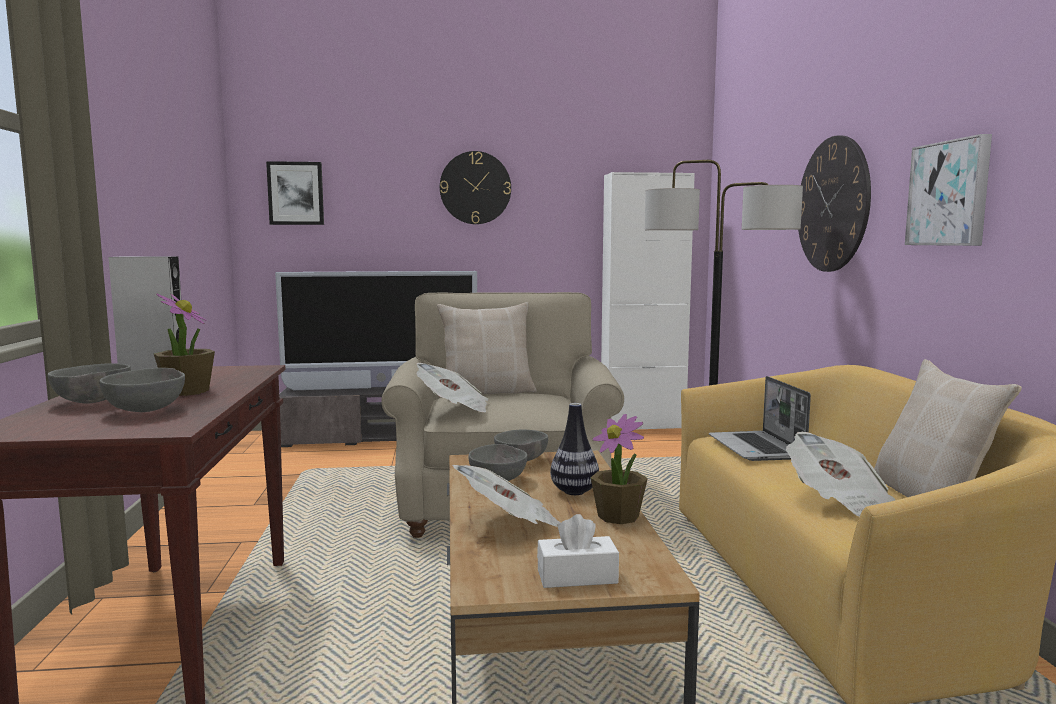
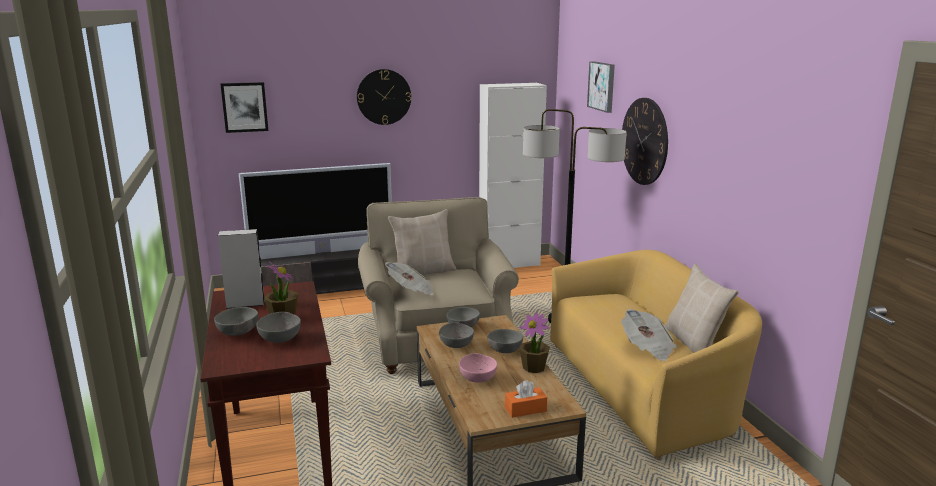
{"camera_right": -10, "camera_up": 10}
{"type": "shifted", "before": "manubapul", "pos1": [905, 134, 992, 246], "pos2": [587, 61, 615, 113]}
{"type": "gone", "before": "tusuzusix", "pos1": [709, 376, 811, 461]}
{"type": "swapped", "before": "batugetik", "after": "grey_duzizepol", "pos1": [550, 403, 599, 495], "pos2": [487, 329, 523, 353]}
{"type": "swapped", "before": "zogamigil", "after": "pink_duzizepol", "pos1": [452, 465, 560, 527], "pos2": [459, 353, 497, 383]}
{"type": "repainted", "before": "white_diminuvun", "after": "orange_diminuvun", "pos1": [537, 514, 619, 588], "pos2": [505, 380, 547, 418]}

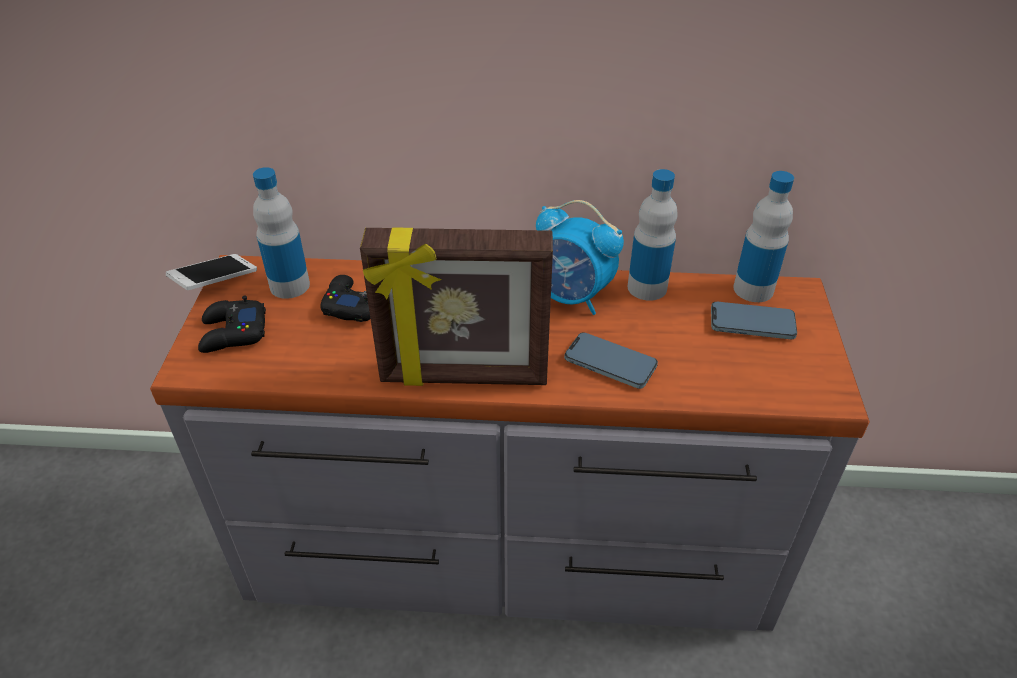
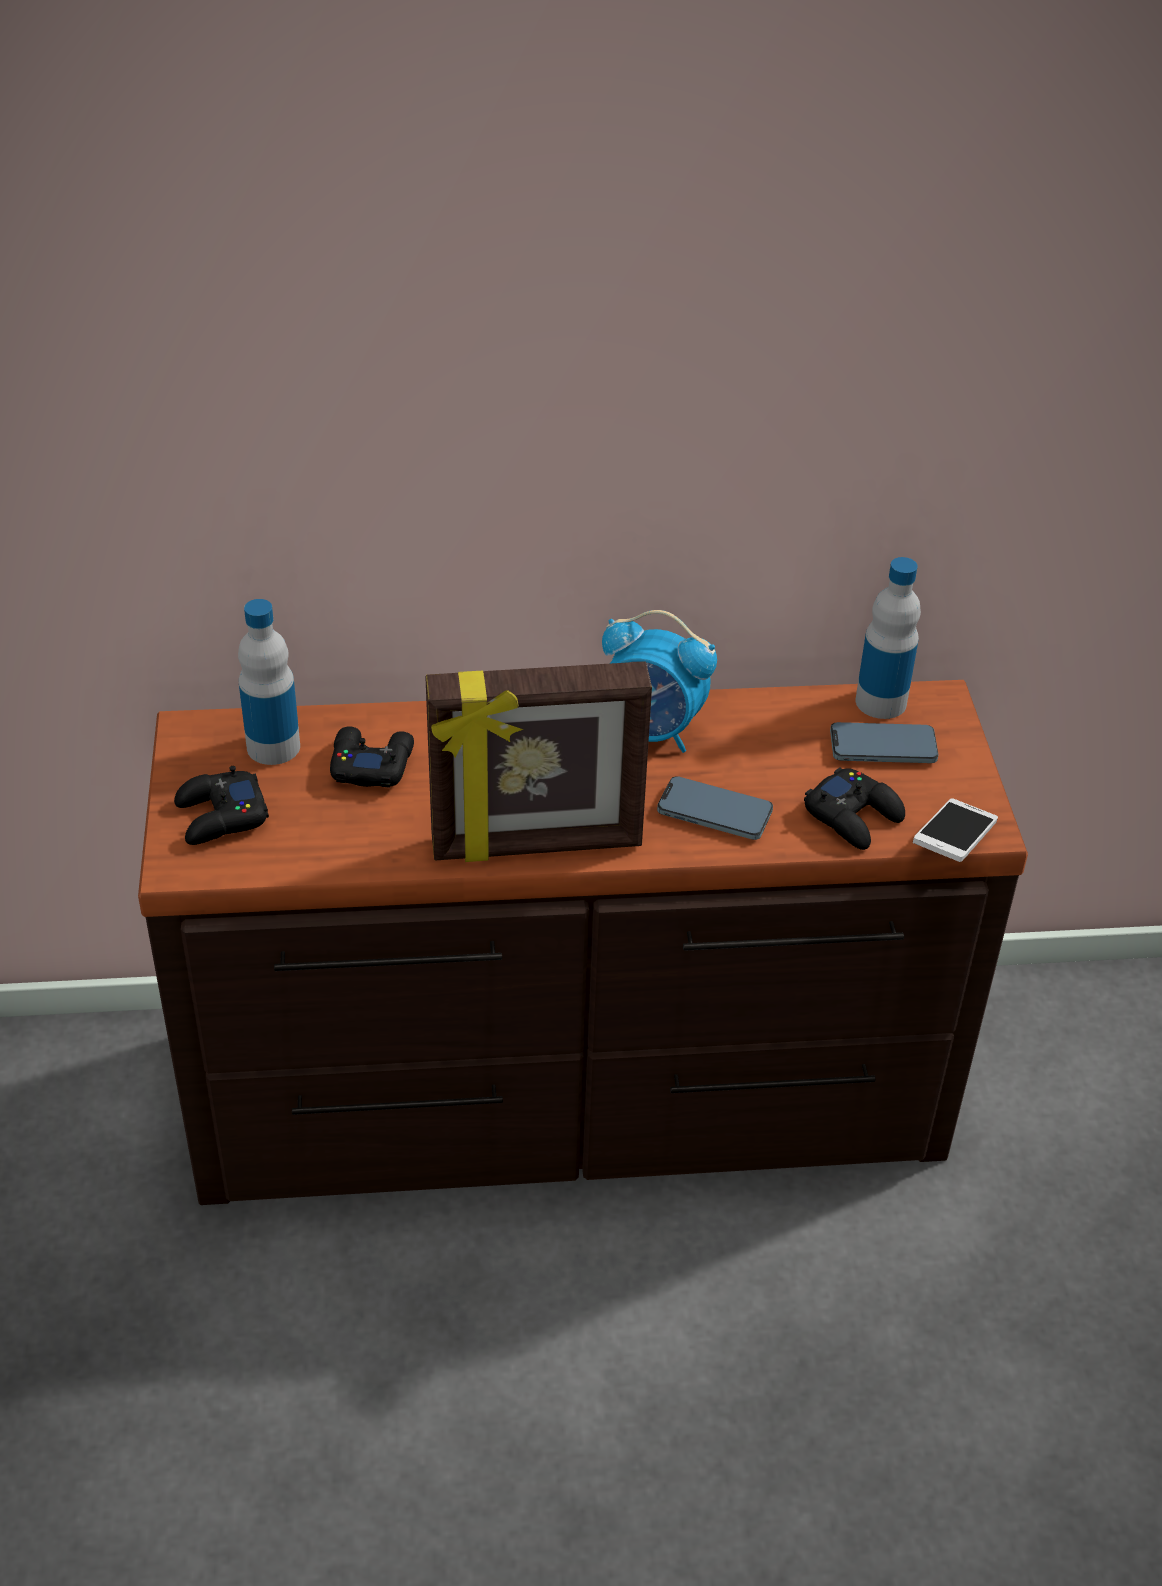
{"camera_right": -10, "camera_up": 0}
{"type": "gone", "before": "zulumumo", "pos1": [628, 169, 677, 301]}
{"type": "shifted", "before": "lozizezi", "pos1": [166, 254, 257, 290], "pos2": [913, 798, 998, 862]}
{"type": "repainted", "before": "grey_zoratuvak", "after": "brown_zoratuvak", "pos1": [150, 255, 870, 631], "pos2": [138, 680, 1028, 1205]}
{"type": "new", "after": "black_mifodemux", "pos2": [804, 767, 905, 850]}

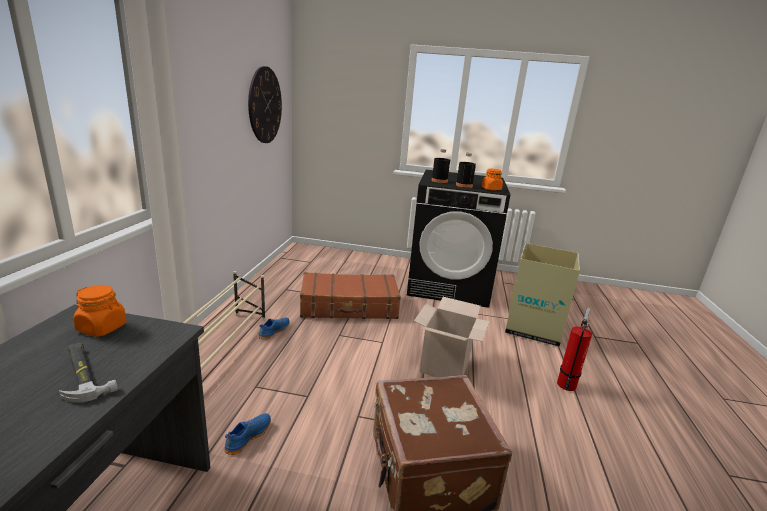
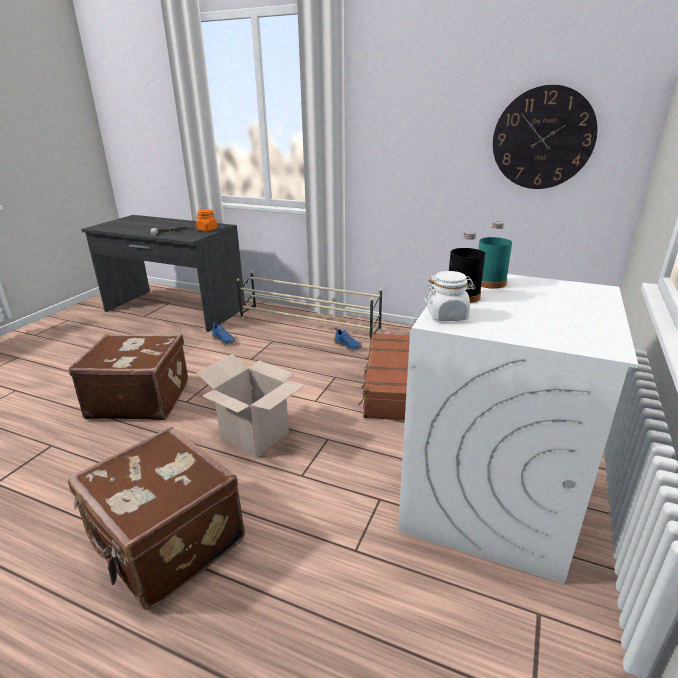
{"camera_right": 105, "camera_up": 5}
{"type": "repainted", "before": "black_zulumumo", "after": "turquoise_zulumumo", "pos1": [432, 149, 450, 183], "pos2": [478, 221, 512, 289]}
{"type": "repainted", "before": "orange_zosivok", "after": "white_zosivok", "pos1": [481, 169, 503, 191], "pos2": [425, 271, 475, 321]}
{"type": "repainted", "before": "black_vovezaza", "after": "white_vovezaza", "pos1": [407, 170, 511, 308], "pos2": [398, 274, 638, 584]}
{"type": "gone", "before": "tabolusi", "pos1": [505, 243, 580, 347]}
{"type": "swapped", "before": "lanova", "after": "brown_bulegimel", "pos1": [557, 308, 592, 391], "pos2": [68, 426, 245, 610]}

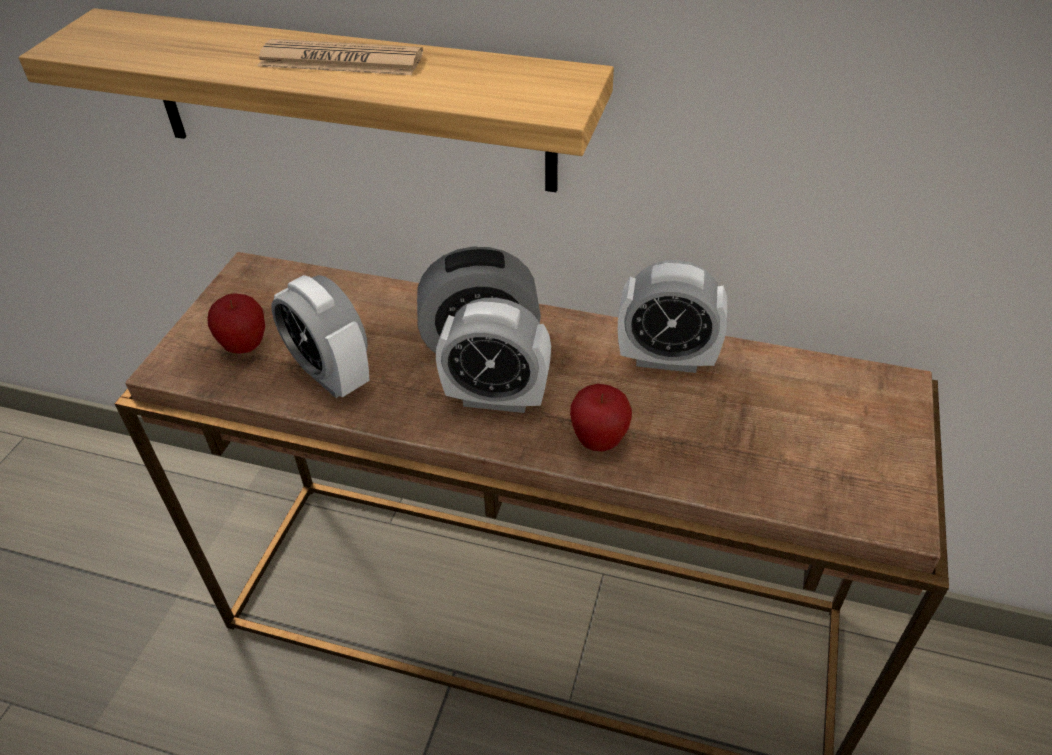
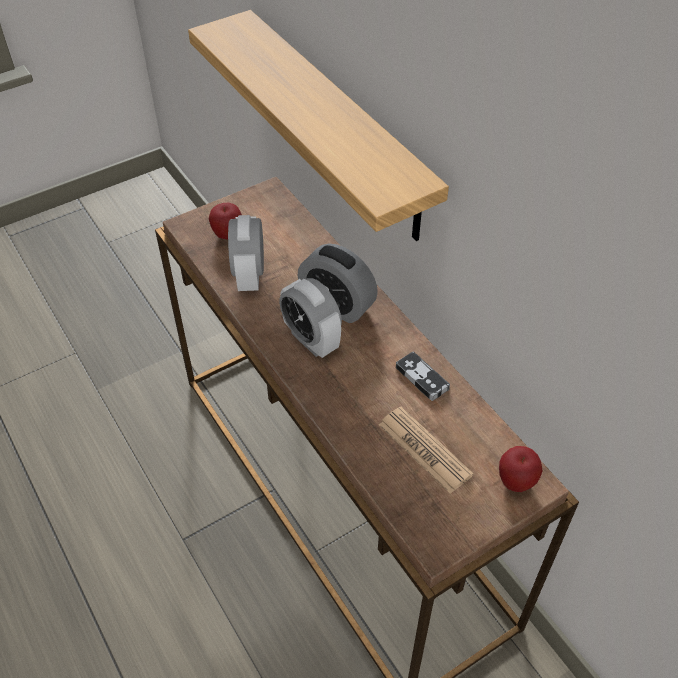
{"camera_right": 40, "camera_up": 5}
{"type": "shifted", "before": "zogamigil", "pos1": [258, 39, 423, 75], "pos2": [379, 407, 474, 494]}
{"type": "swapped", "before": "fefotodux", "after": "mifodemux", "pos1": [618, 260, 727, 373], "pos2": [396, 351, 450, 401]}
{"type": "shifted", "before": "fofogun", "pos1": [570, 384, 632, 452], "pos2": [499, 446, 543, 492]}

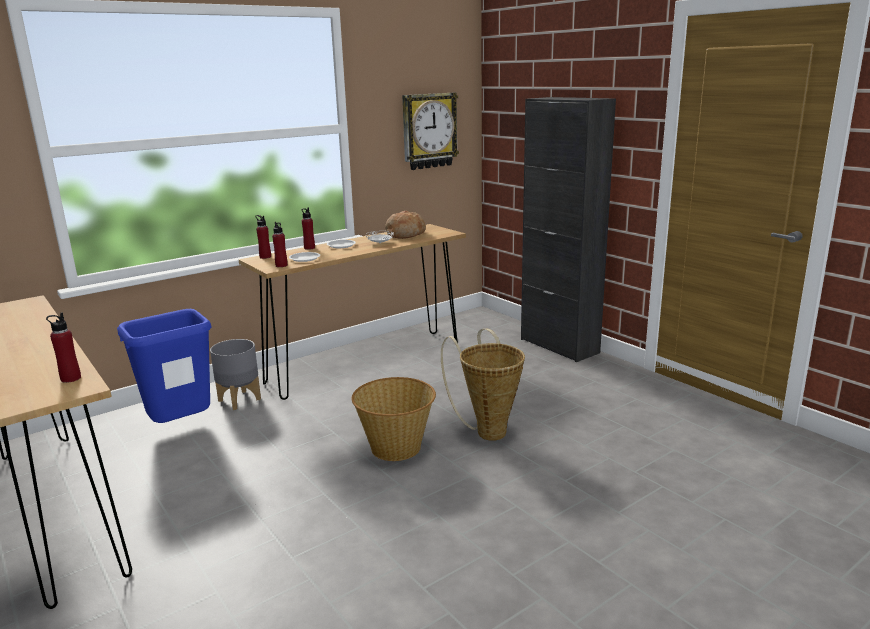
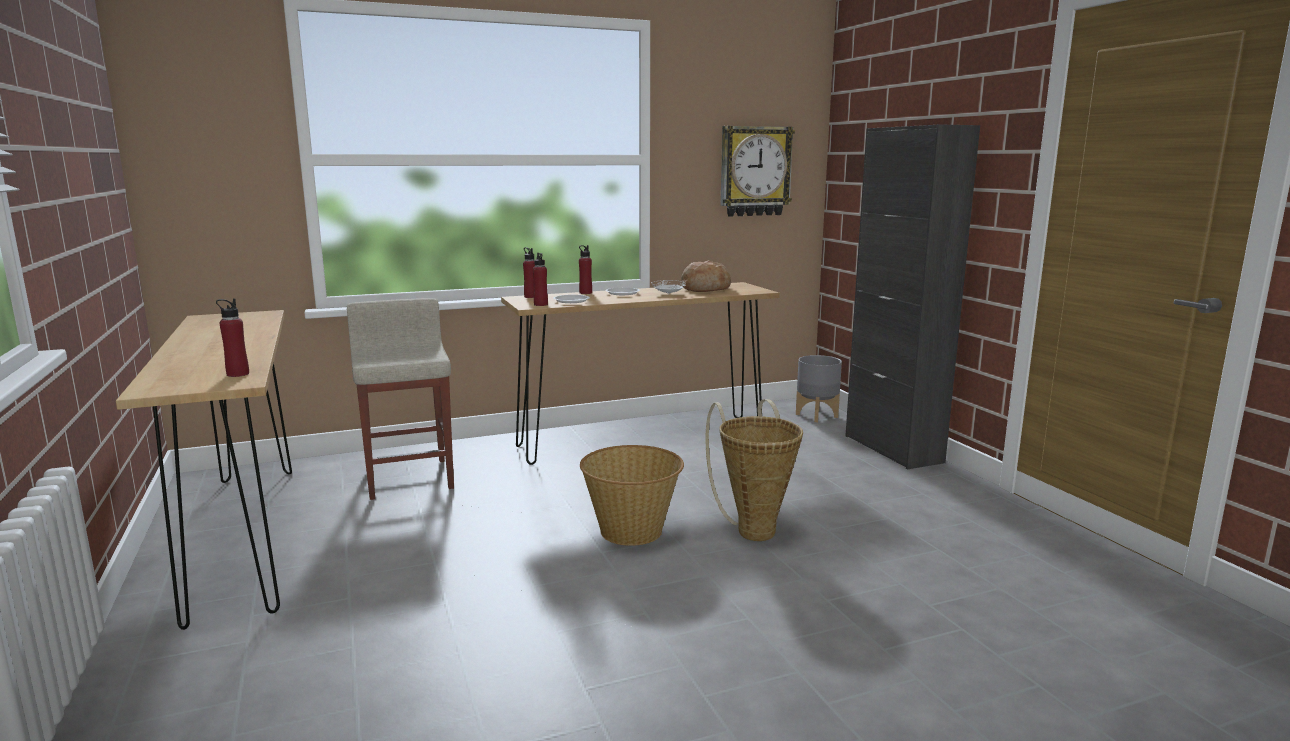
{"camera_right": 15, "camera_up": -5}
{"type": "swapped", "before": "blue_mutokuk", "after": "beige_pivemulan", "pos1": [117, 309, 212, 423], "pos2": [347, 298, 454, 500]}
{"type": "shifted", "before": "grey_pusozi", "pos1": [210, 339, 261, 410], "pos2": [796, 355, 842, 422]}

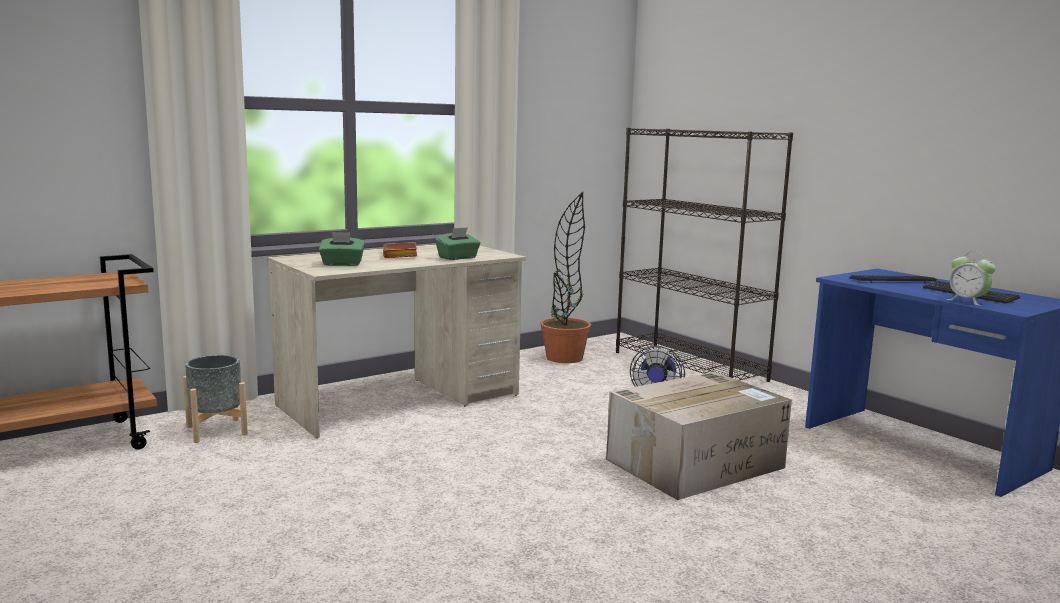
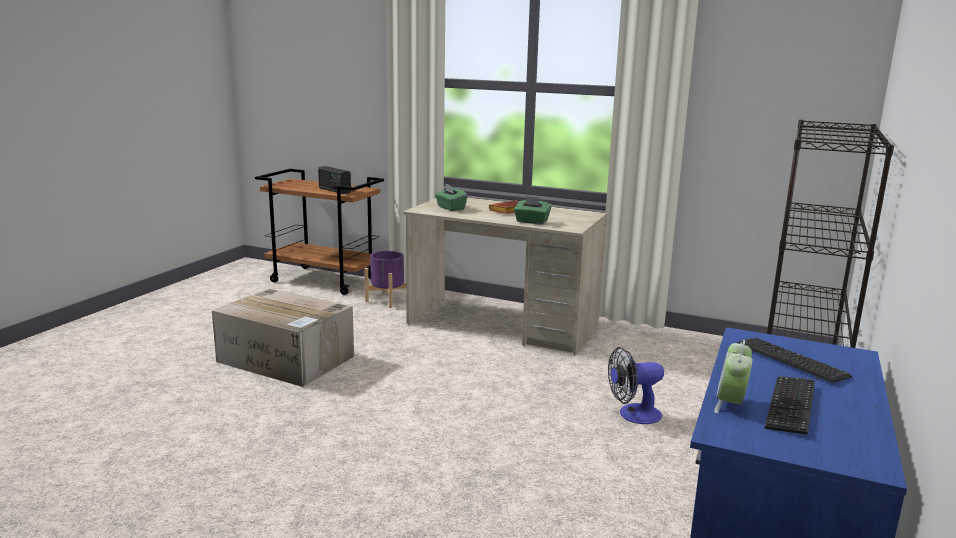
{"camera_right": 60, "camera_up": 5}
{"type": "gone", "before": "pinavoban", "pos1": [541, 192, 591, 363]}
{"type": "repainted", "before": "grey_pusozi", "after": "purple_pusozi", "pos1": [183, 355, 248, 443], "pos2": [364, 251, 406, 308]}
{"type": "shifted", "before": "tabolusi", "pos1": [606, 372, 792, 500], "pos2": [212, 288, 354, 387]}
{"type": "new", "after": "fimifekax", "pos2": [318, 166, 351, 194]}

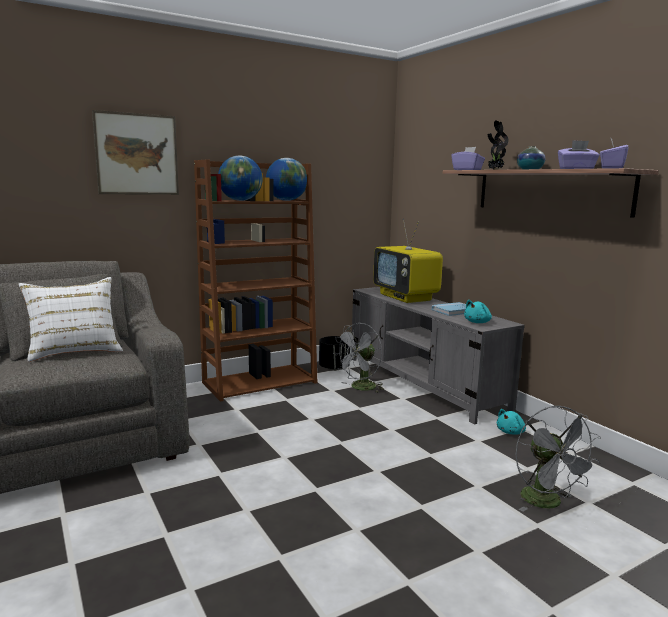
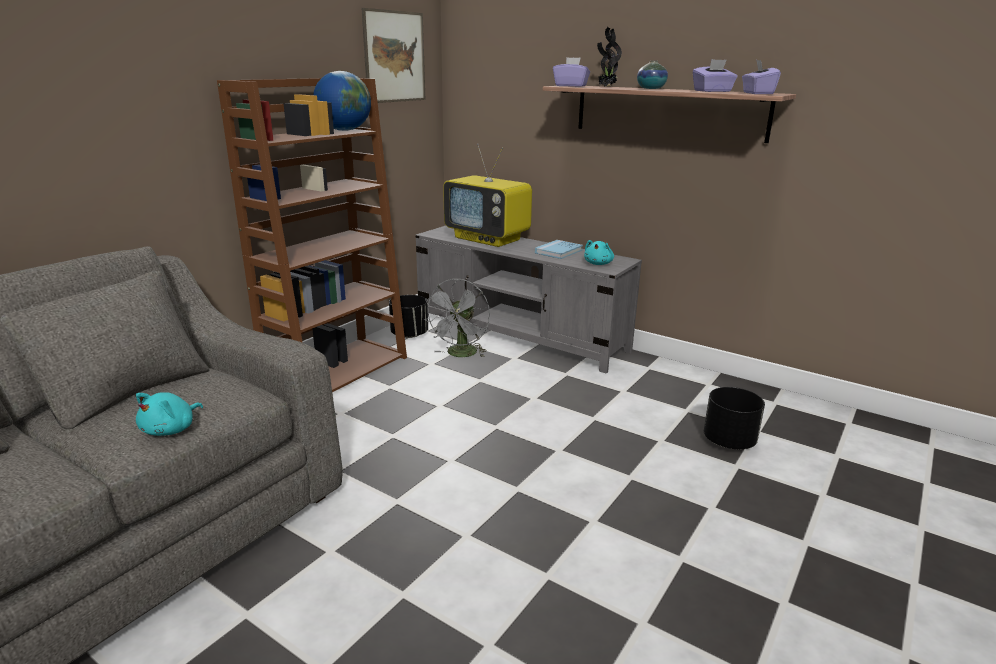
{"camera_right": -25, "camera_up": 10}
{"type": "shifted", "before": "manubapul", "pos1": [92, 110, 179, 195], "pos2": [362, 8, 425, 103]}
{"type": "gone", "before": "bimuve", "pos1": [218, 156, 263, 201]}
{"type": "gone", "before": "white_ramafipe", "pos1": [19, 277, 123, 362]}
{"type": "swapped", "before": "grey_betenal", "after": "black_pusozi", "pos1": [516, 405, 601, 511], "pos2": [704, 387, 765, 449]}
{"type": "shifted", "before": "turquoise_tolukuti", "pos1": [497, 409, 526, 435], "pos2": [136, 392, 203, 436]}

